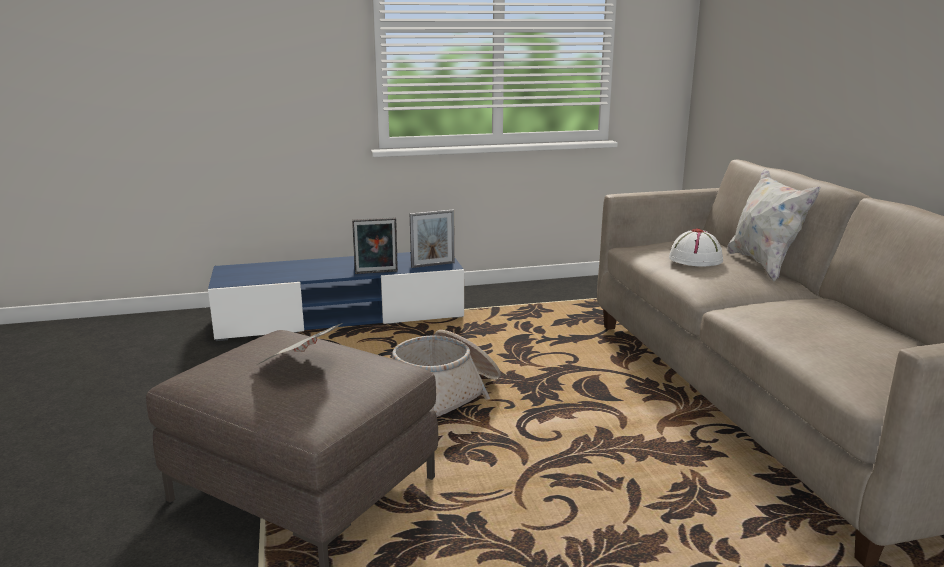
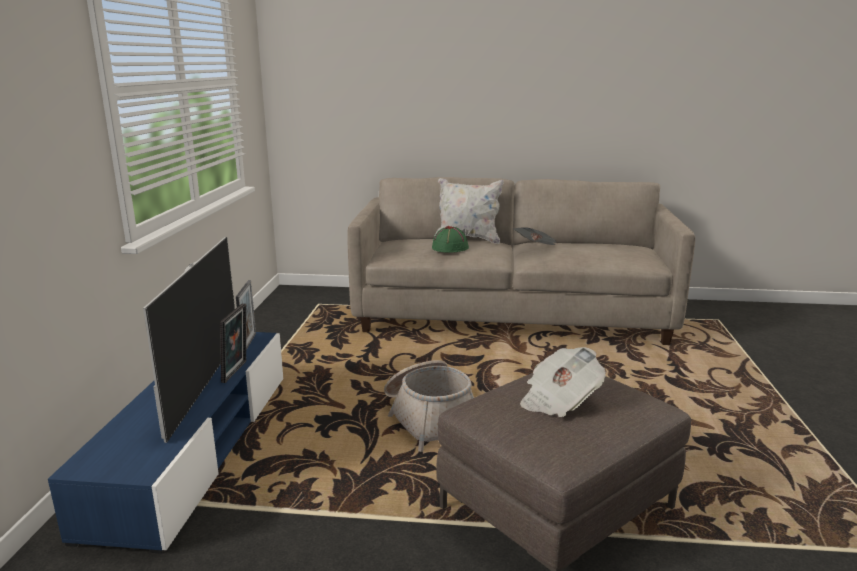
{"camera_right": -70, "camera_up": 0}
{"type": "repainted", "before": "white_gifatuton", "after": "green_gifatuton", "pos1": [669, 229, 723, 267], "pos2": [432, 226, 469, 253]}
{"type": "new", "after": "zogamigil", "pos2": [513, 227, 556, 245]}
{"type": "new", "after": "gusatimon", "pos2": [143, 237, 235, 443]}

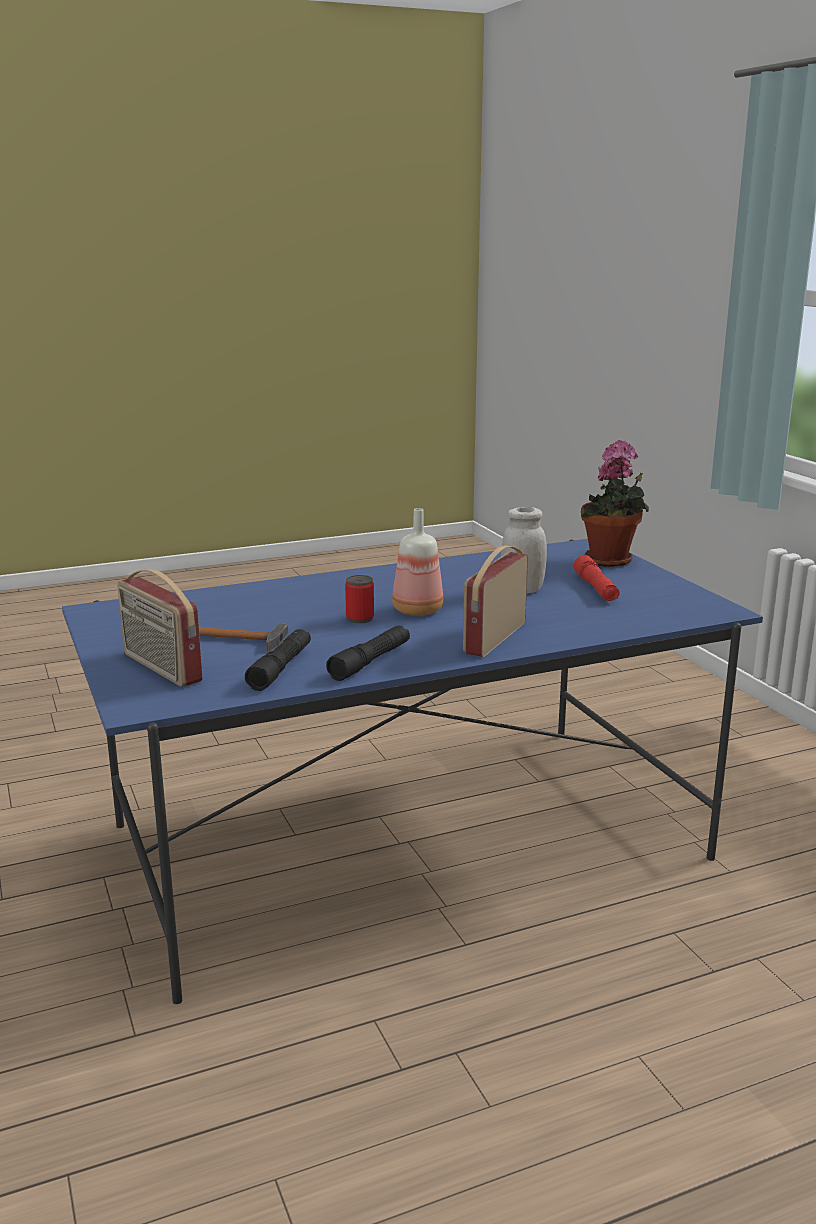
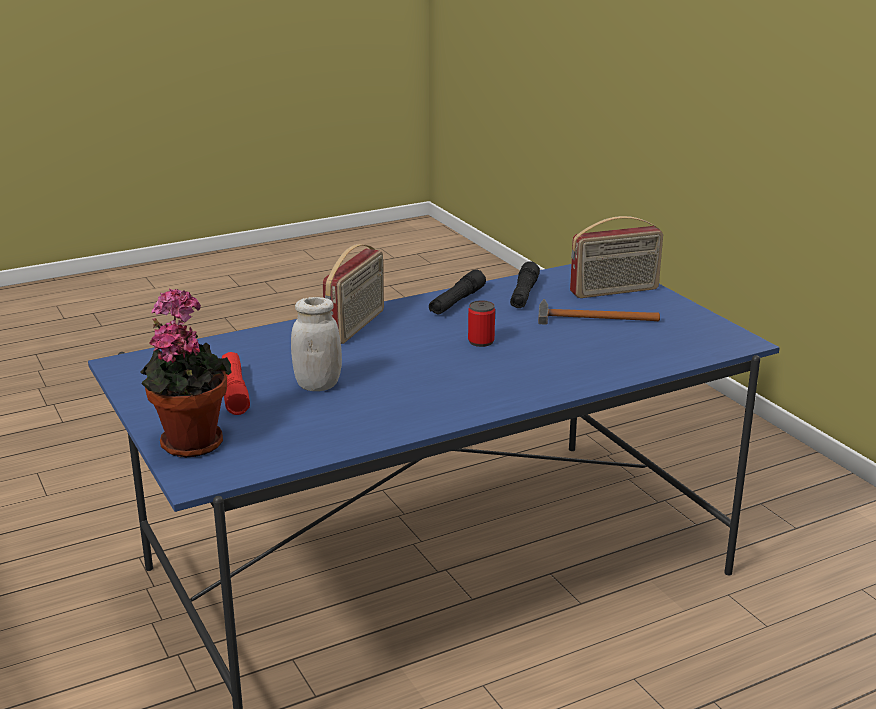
{"camera_right": 175, "camera_up": 5}
{"type": "gone", "before": "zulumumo", "pos1": [392, 508, 443, 616]}
{"type": "rotated", "before": "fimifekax", "pos1": [117, 569, 203, 687], "pos2": [570, 216, 663, 298], "turn": 120}

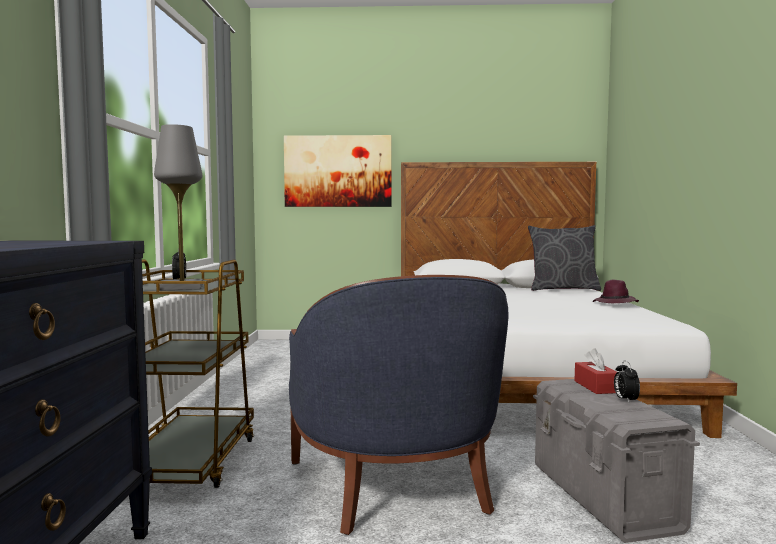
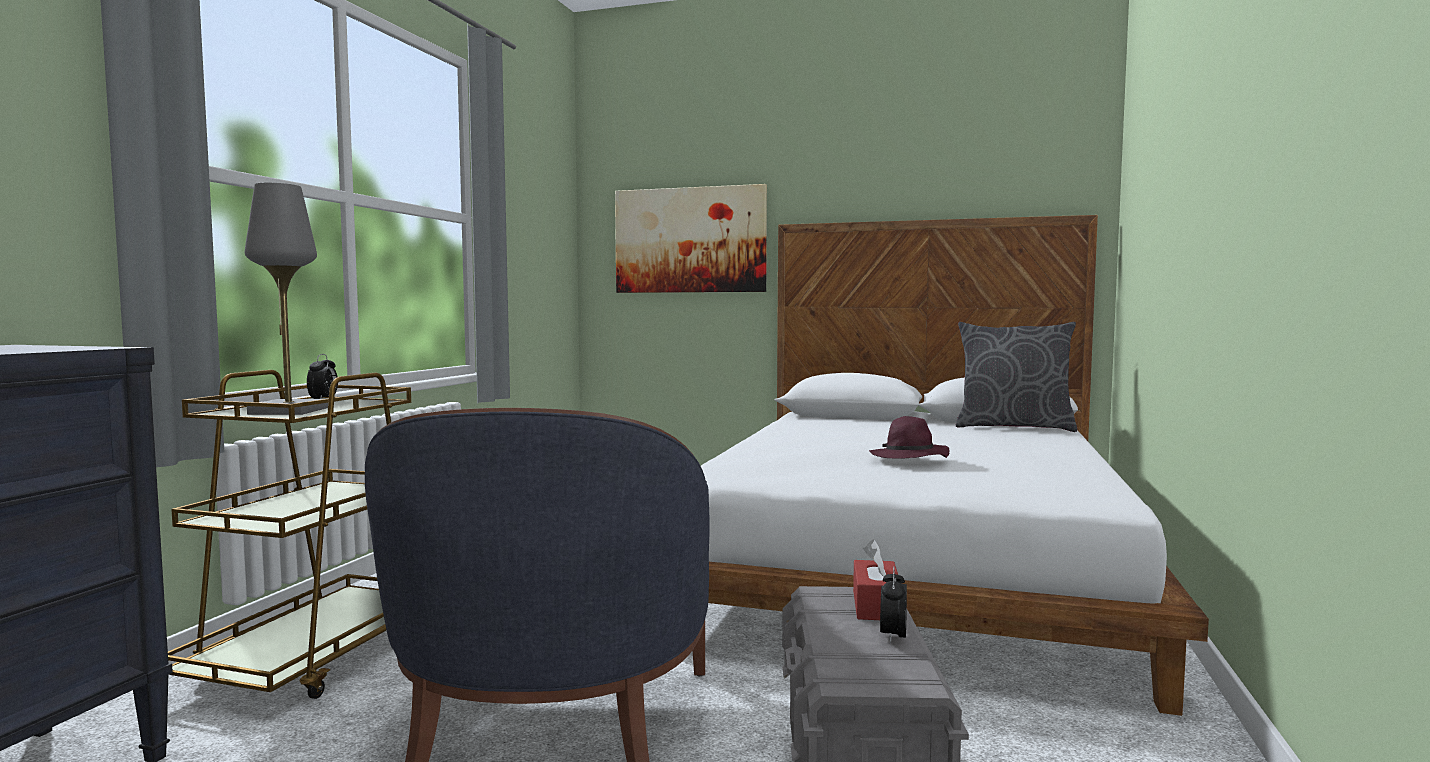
{"camera_right": 15, "camera_up": 0}
{"type": "shifted", "before": "purple_gifatuton", "pos1": [593, 279, 639, 303], "pos2": [869, 416, 950, 459]}

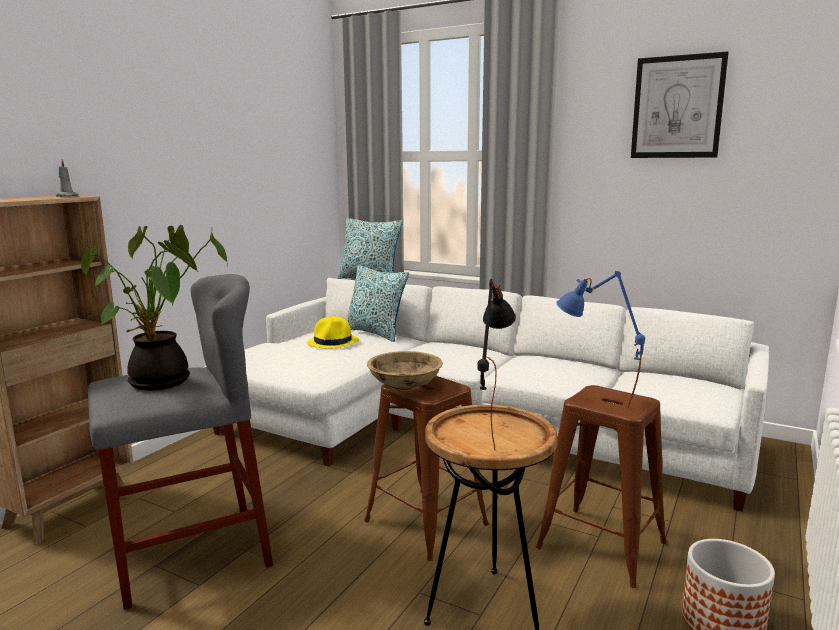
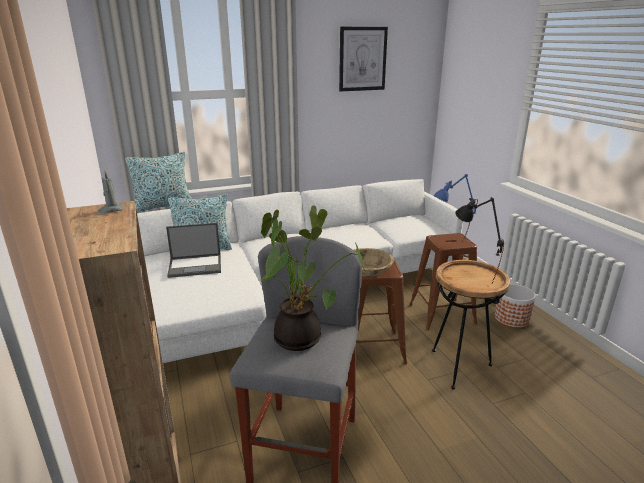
{"camera_right": -50, "camera_up": 10}
{"type": "swapped", "before": "yellow_gifatuton", "after": "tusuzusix", "pos1": [307, 316, 359, 348], "pos2": [166, 223, 221, 278]}

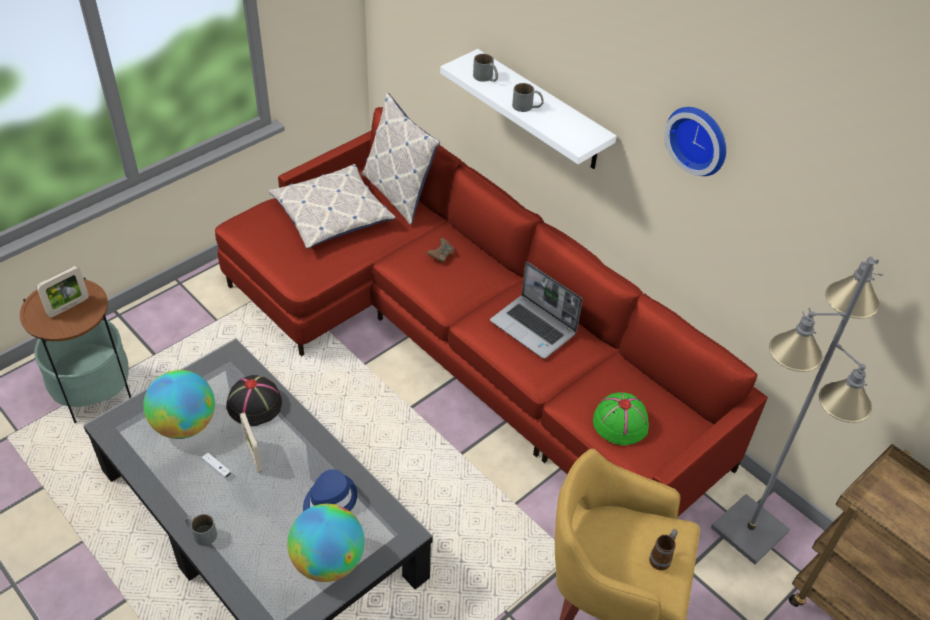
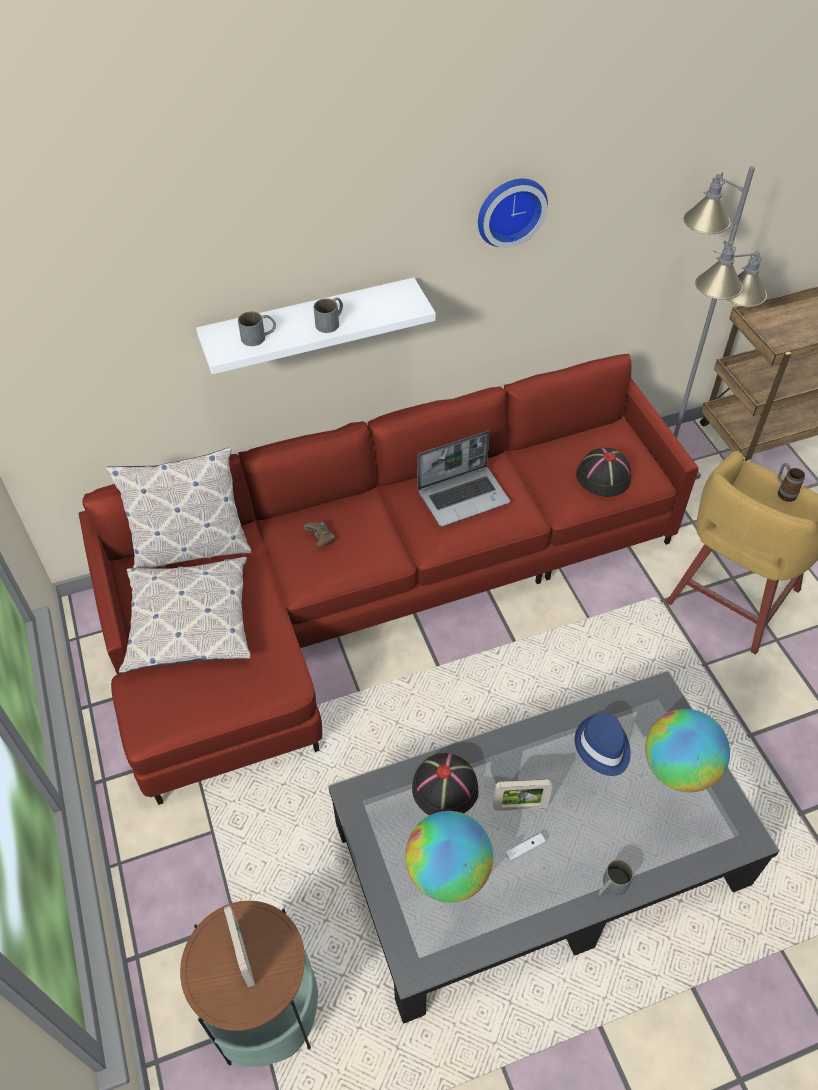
{"camera_right": -65, "camera_up": 5}
{"type": "repainted", "before": "green_gifatuton", "after": "black_gifatuton", "pos1": [593, 392, 649, 445], "pos2": [576, 448, 631, 497]}

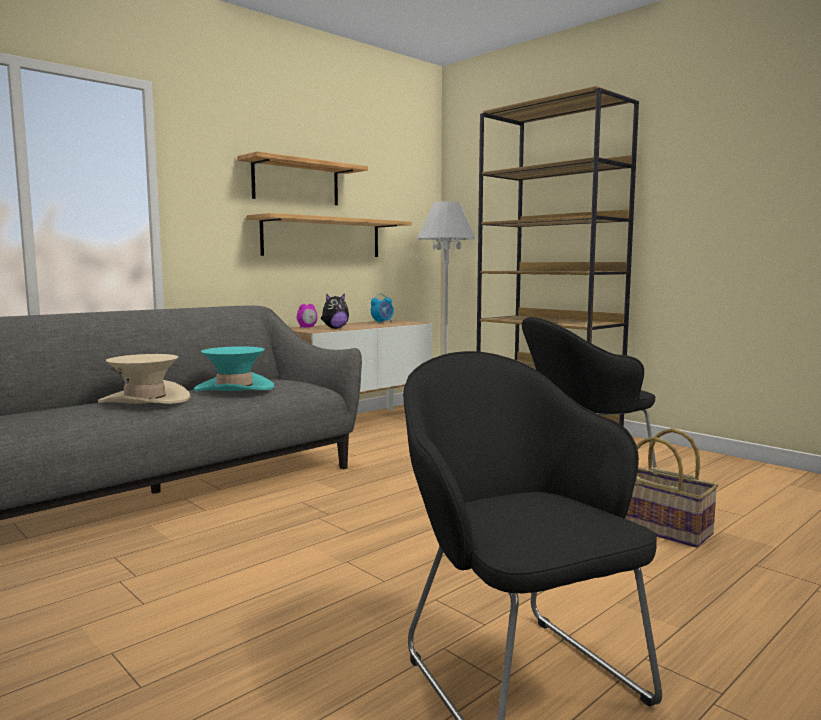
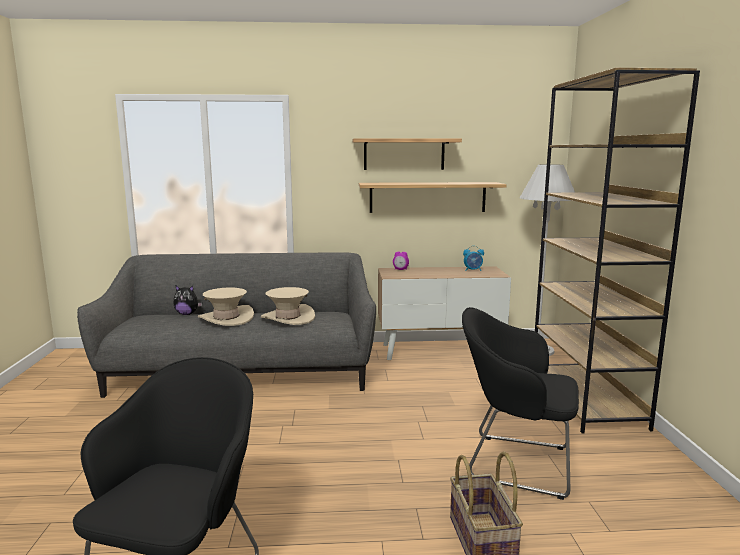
{"camera_right": 40, "camera_up": 5}
{"type": "shifted", "before": "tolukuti", "pos1": [321, 293, 349, 329], "pos2": [173, 285, 202, 315]}
{"type": "repainted", "before": "turquoise_gifatuton", "after": "beige_gifatuton", "pos1": [194, 346, 275, 391], "pos2": [261, 287, 315, 325]}

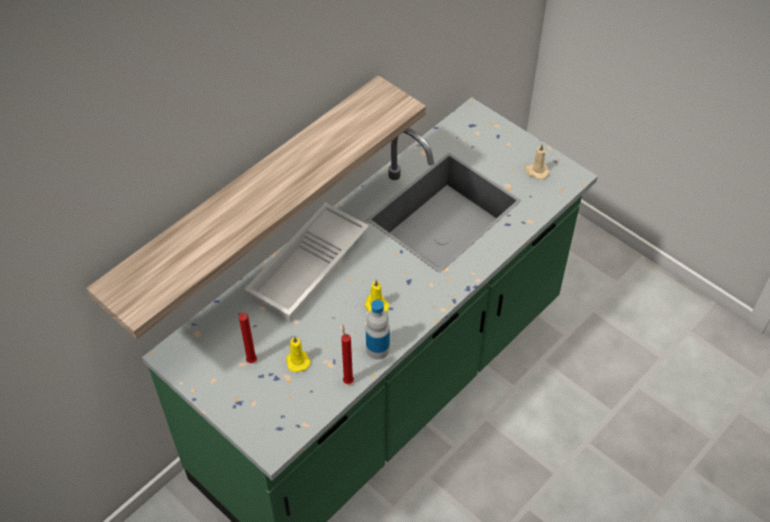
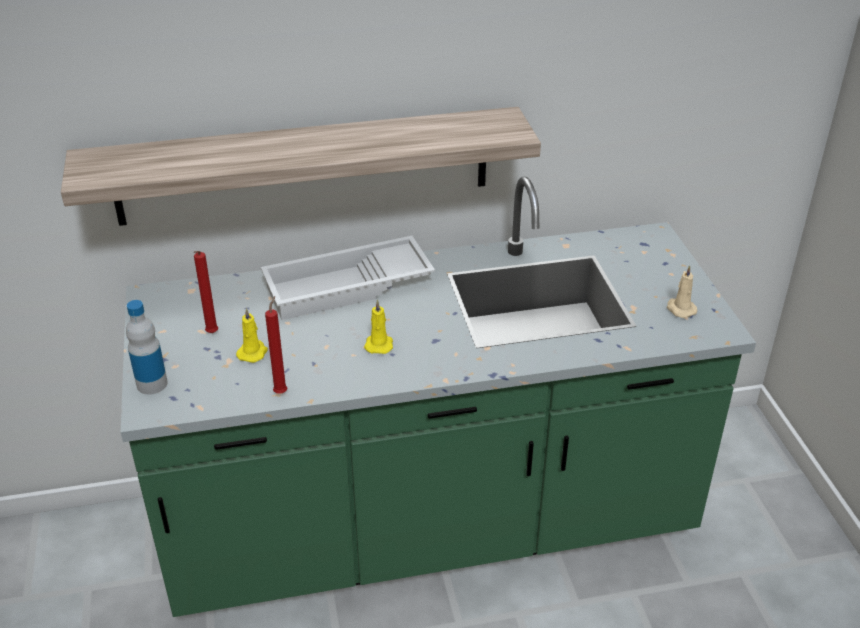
{"camera_right": 35, "camera_up": -15}
{"type": "shifted", "before": "zulumumo", "pos1": [366, 300, 390, 359], "pos2": [126, 300, 168, 394]}

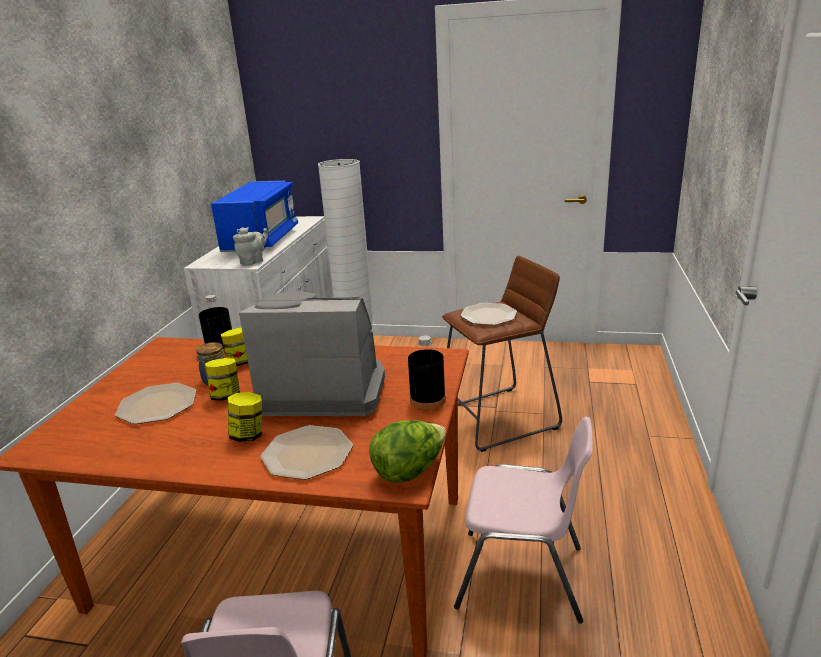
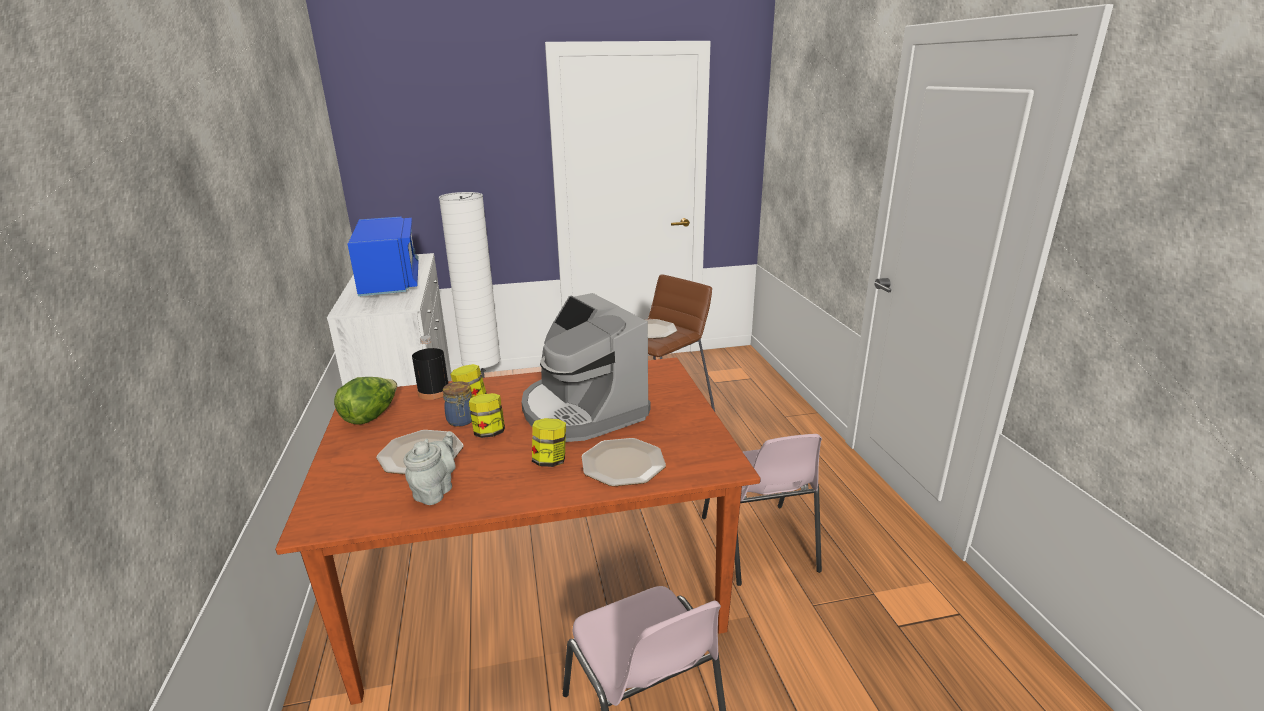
{"camera_right": -25, "camera_up": 0}
{"type": "shifted", "before": "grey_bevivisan", "pos1": [233, 227, 268, 266], "pos2": [403, 431, 456, 505]}
{"type": "rotated", "before": "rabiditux", "pos1": [239, 292, 385, 416], "pos2": [522, 293, 650, 442], "turn": -105}
{"type": "gone", "before": "black_zulumumo", "pos1": [408, 336, 446, 410]}
{"type": "rotated", "before": "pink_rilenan", "pos1": [454, 417, 593, 623], "pos2": [702, 434, 822, 586], "turn": 90}
{"type": "shifted", "before": "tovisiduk", "pos1": [369, 420, 446, 483], "pos2": [334, 377, 397, 425]}

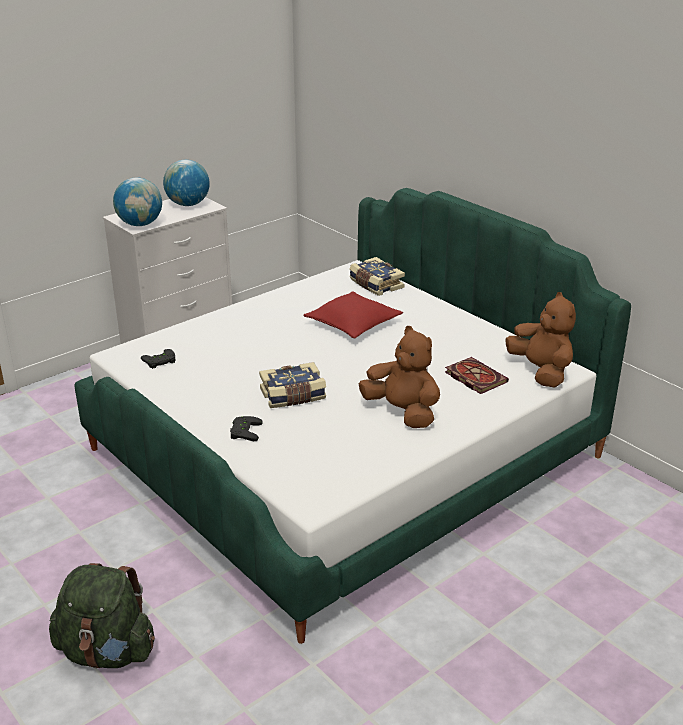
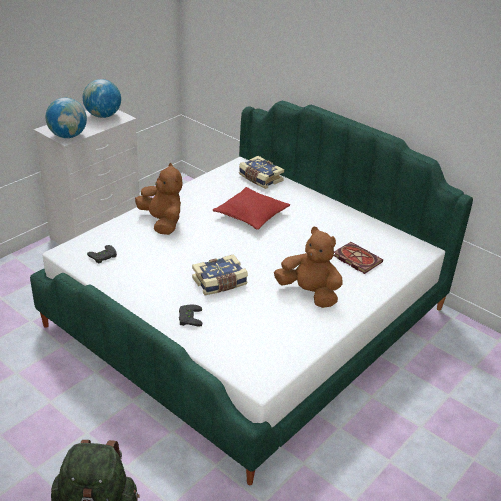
{"camera_right": -10, "camera_up": 5}
{"type": "shifted", "before": "brown_tolukuti", "pos1": [505, 292, 576, 387], "pos2": [135, 163, 183, 235]}

